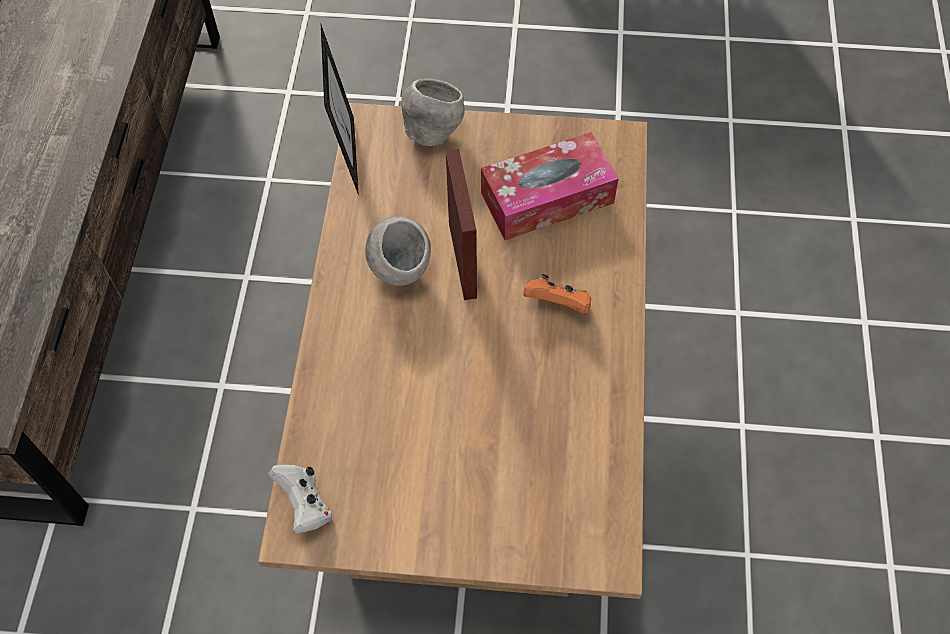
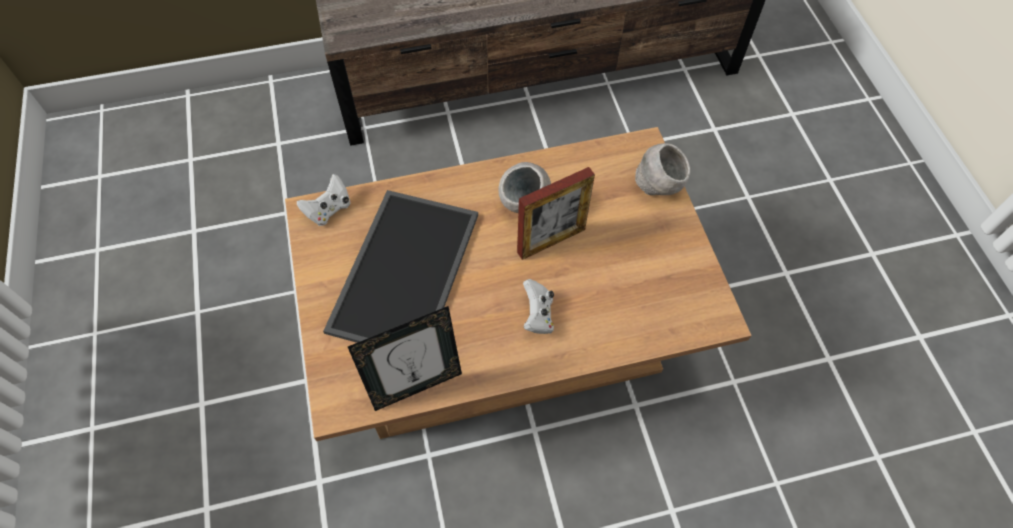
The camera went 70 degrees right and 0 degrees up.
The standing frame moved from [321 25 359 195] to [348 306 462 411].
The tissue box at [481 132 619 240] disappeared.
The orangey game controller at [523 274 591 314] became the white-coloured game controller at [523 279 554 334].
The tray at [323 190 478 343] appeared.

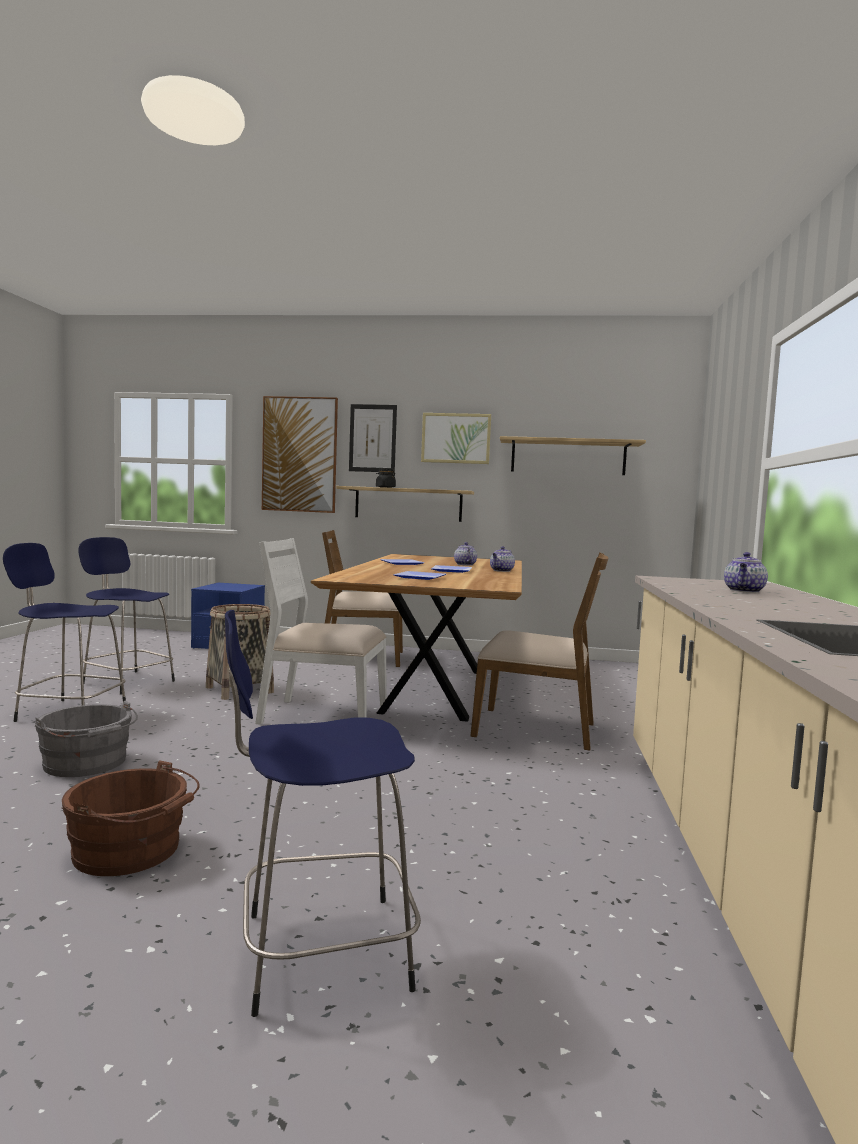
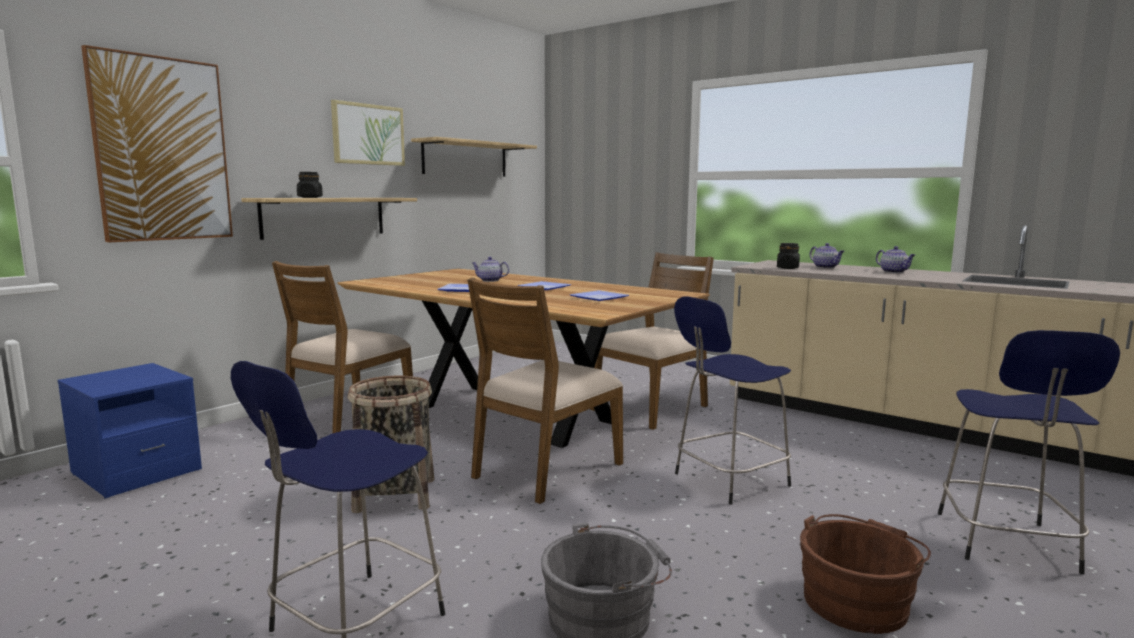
The camera went 60 degrees left and 5 degrees up.
The wall picture at [349 404 397 473] disappeared.
The bluish stool seat moved from [78 537 175 695] to [674 296 791 505].
The white-coloured plain chair at [255 538 387 725] became the brown plain chair at [467 278 623 504].
The teapot moved from [490 546 515 572] to [876 246 915 273].
The black storage jar at [777 243 800 269] appeared.

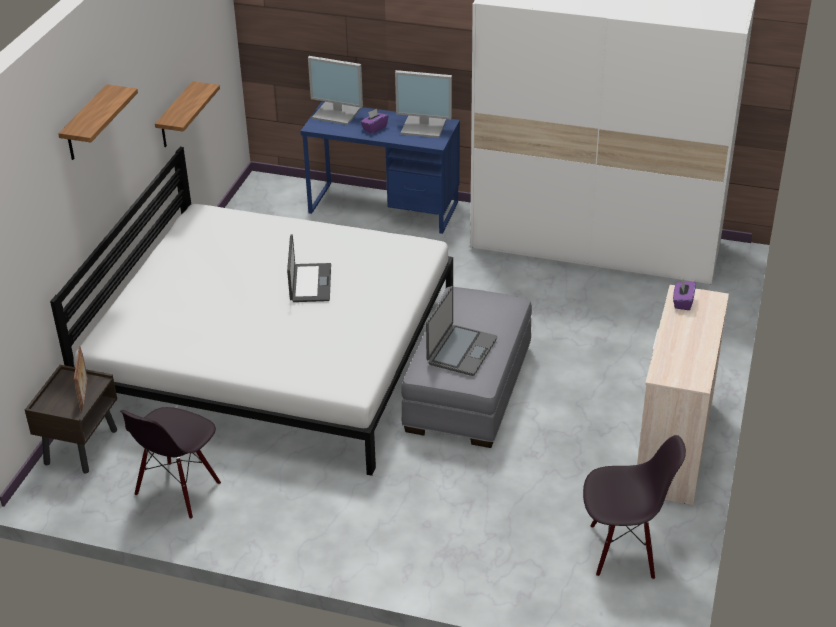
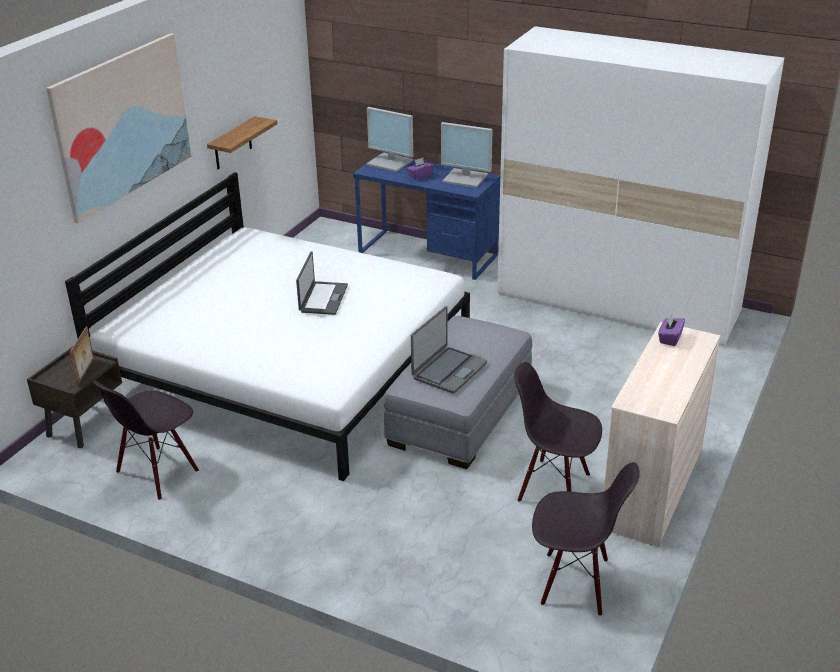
The camera went 10 degrees right and 5 degrees down.
The wall shelf at [58 84 138 160] was replaced by the wall picture at [46 33 191 223].
The black plain chair at [514 362 602 502] appeared.

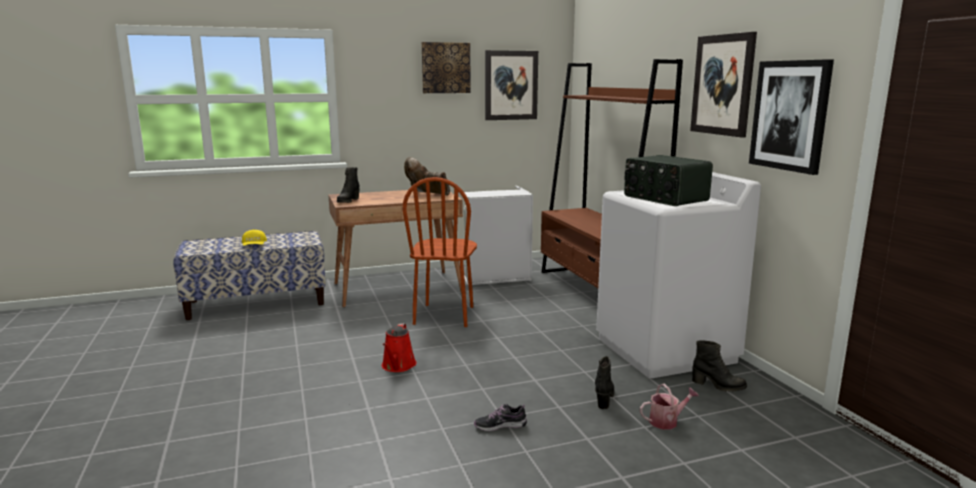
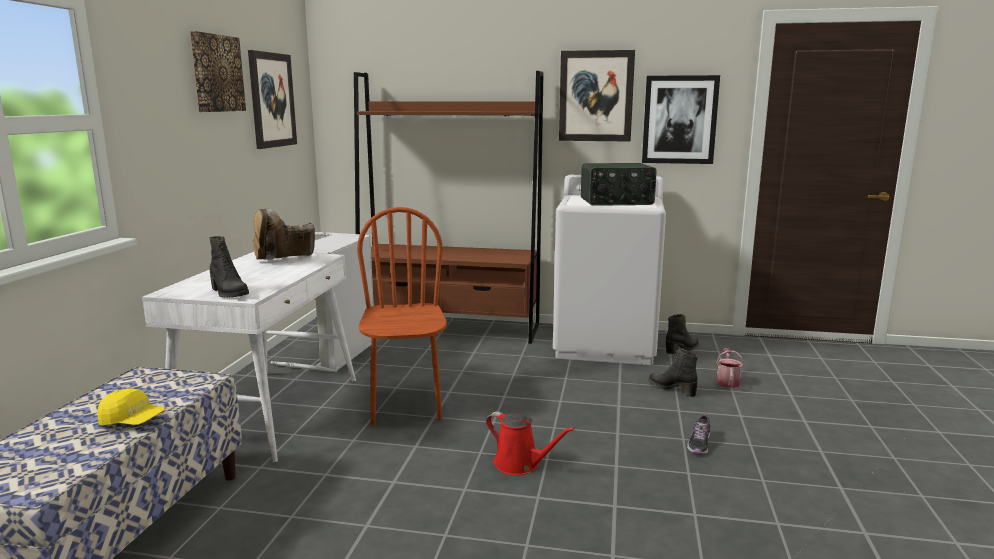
The camera went 60 degrees left and 0 degrees up.
The brown plain chair at [403 177 477 327] turned 135 degrees counterclockwise.
The brown desk table at [328 190 463 308] became the white-coloured desk table at [142 252 356 463].

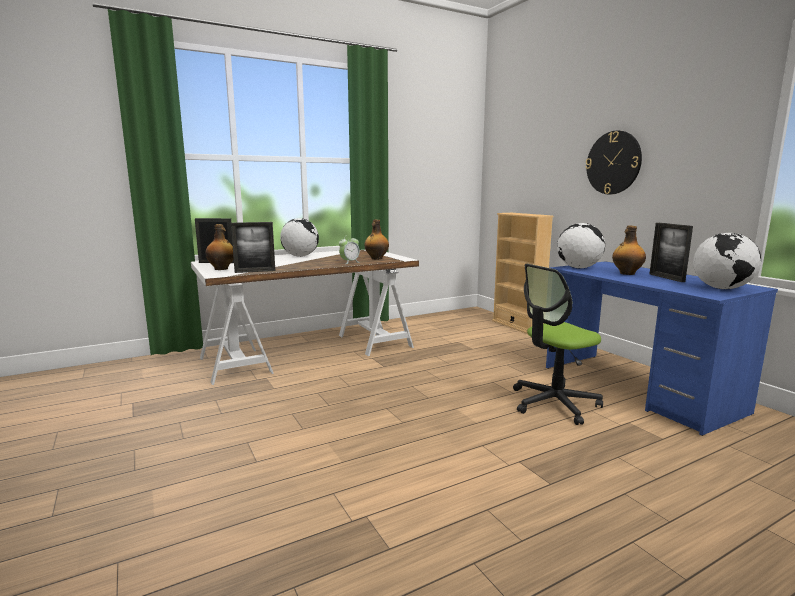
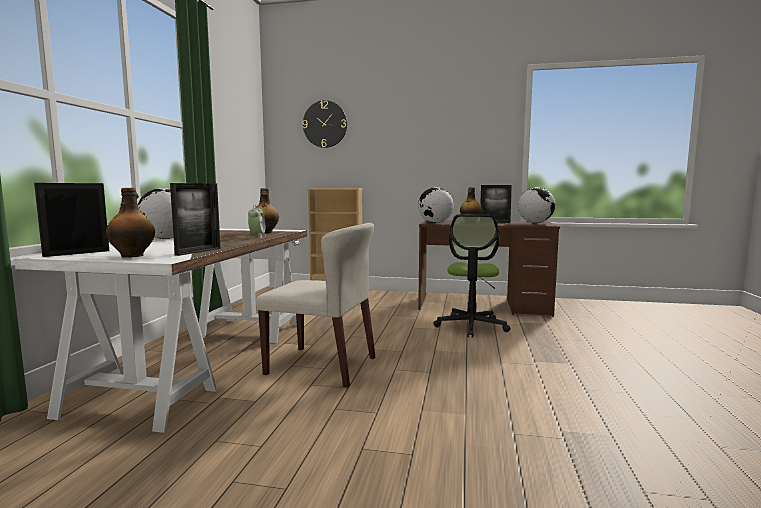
The camera went 50 degrees left and 5 degrees down.
The clock on the wall moved from [585 131 642 194] to [303 100 347 148].
The bluish desk table at [546 261 778 436] became the brown desk table at [418 220 560 317].
The sand-coloured plain chair at [256 223 375 388] appeared.

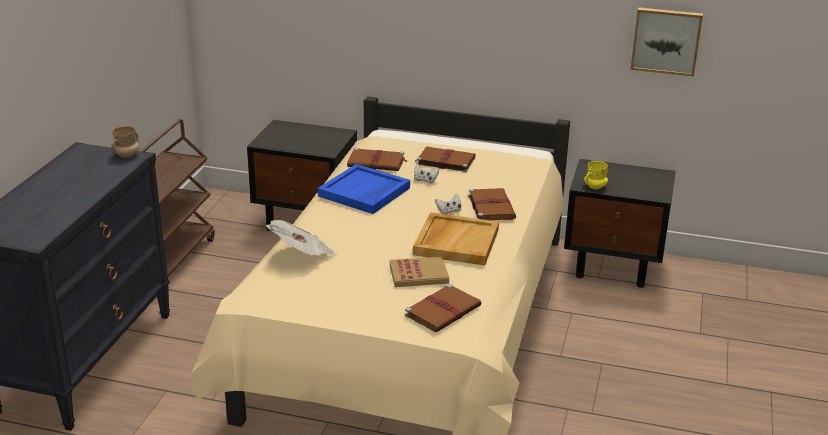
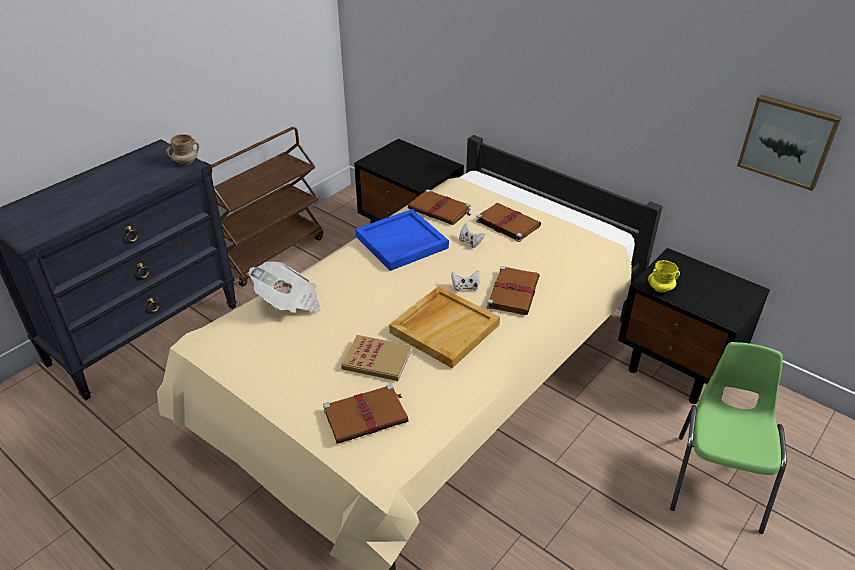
The camera went 25 degrees right and 10 degrees up.
The greenish plain chair at [670 342 787 534] appeared.

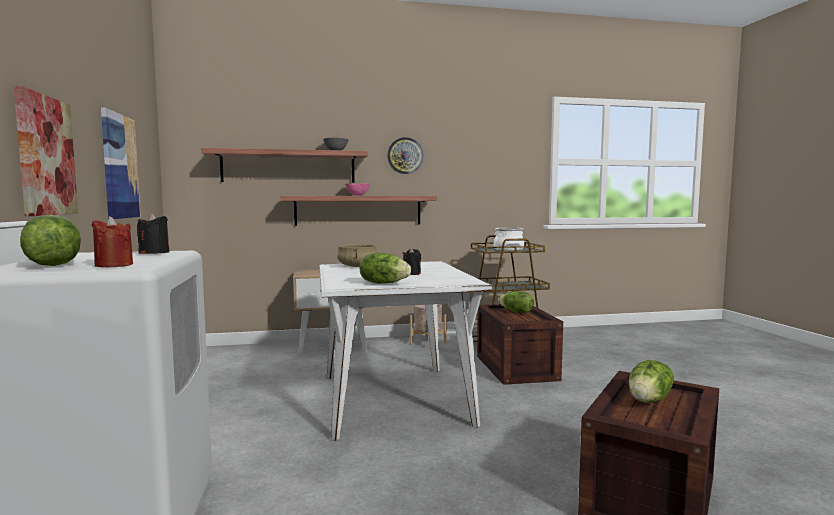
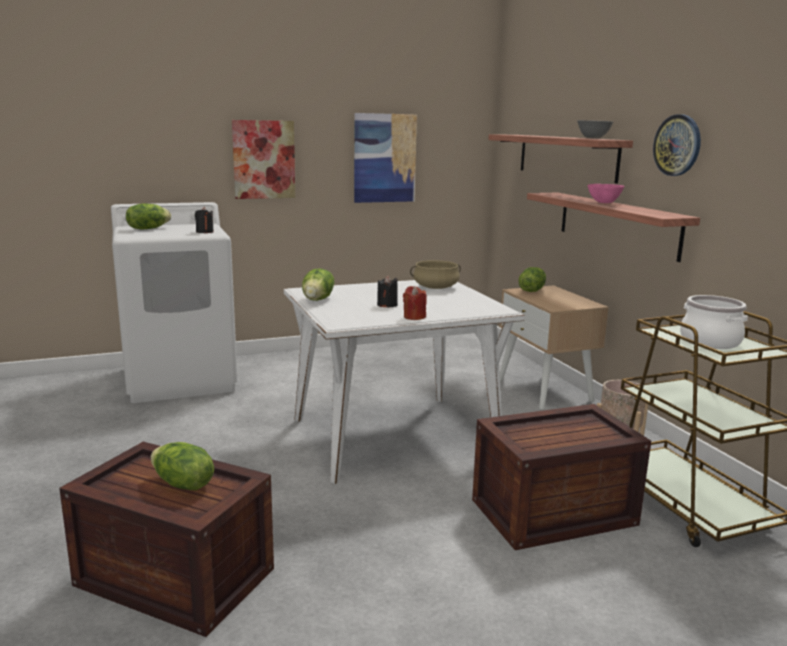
The camera went 80 degrees right and 10 degrees up.
The red wax candle moved from [92 216 133 267] to [403 286 427 320].
The lettuce moved from [499 291 534 313] to [518 267 546 292].

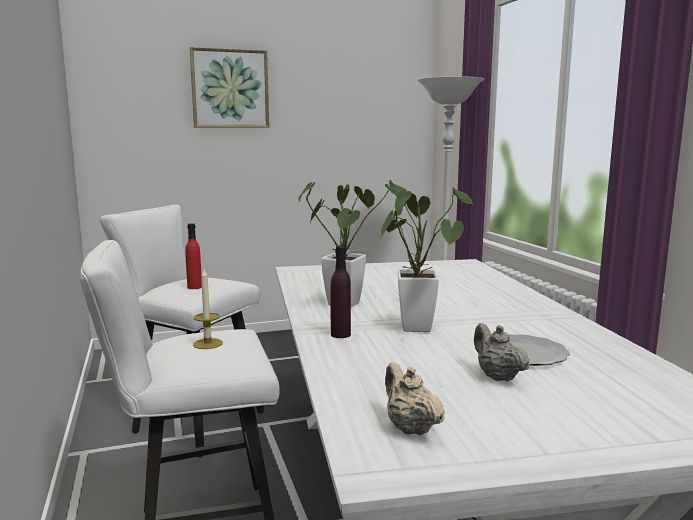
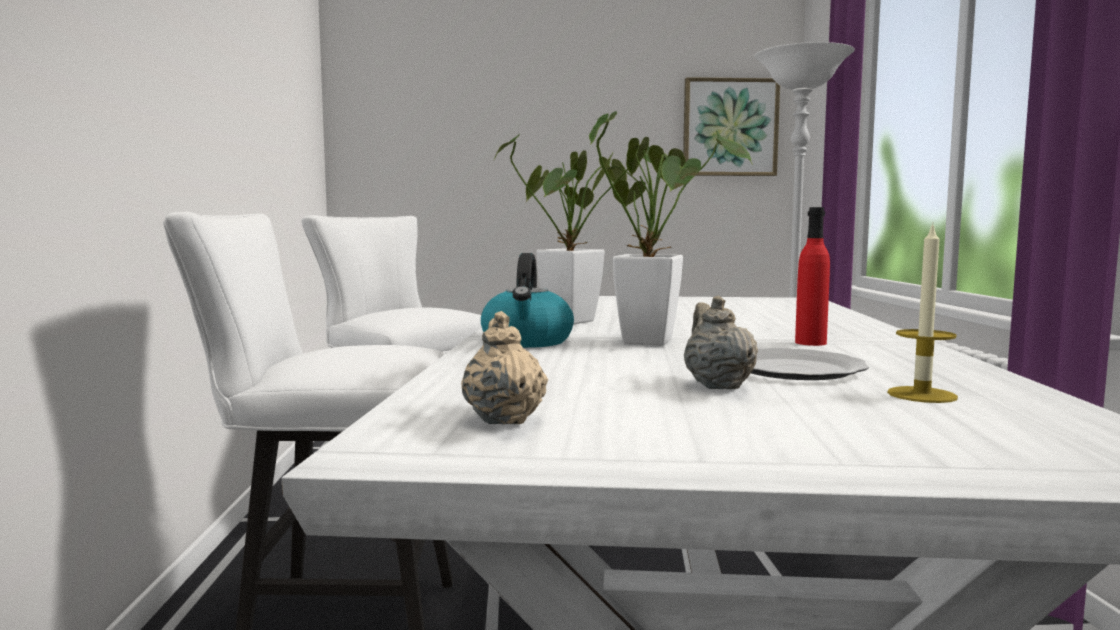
The camera went 15 degrees right and 5 degrees down.
The wall picture moved from [190 47 269 128] to [683 77 780 176].
The red bottle moved from [185 223 202 289] to [795 207 830 346].
The purplish bottle at [330 246 351 338] was replaced by the tea kettle at [481 253 574 348].
The wax candle moved from [193 269 223 349] to [887 223 958 403].

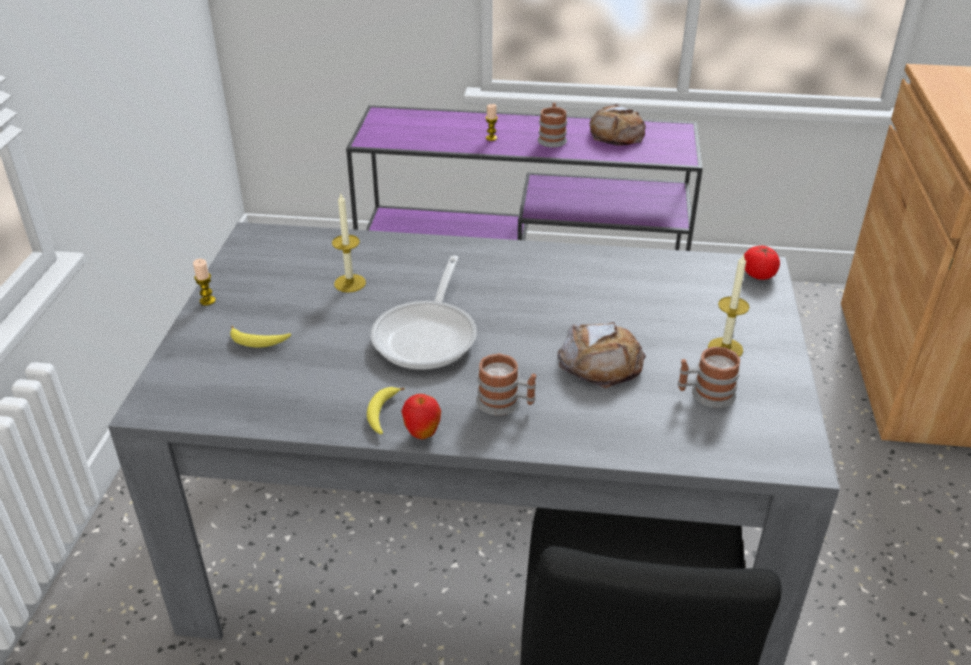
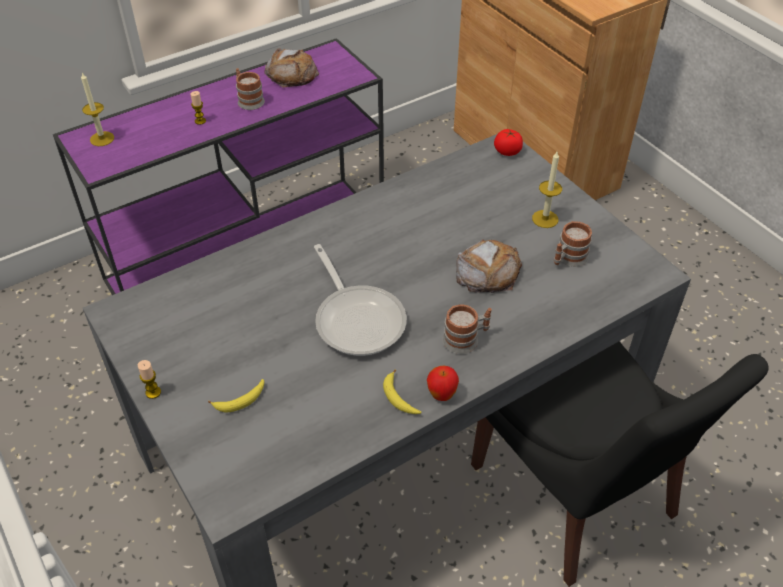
The camera went 40 degrees left and 10 degrees up.
The wax candle moved from [332 192 366 293] to [81 73 114 146].

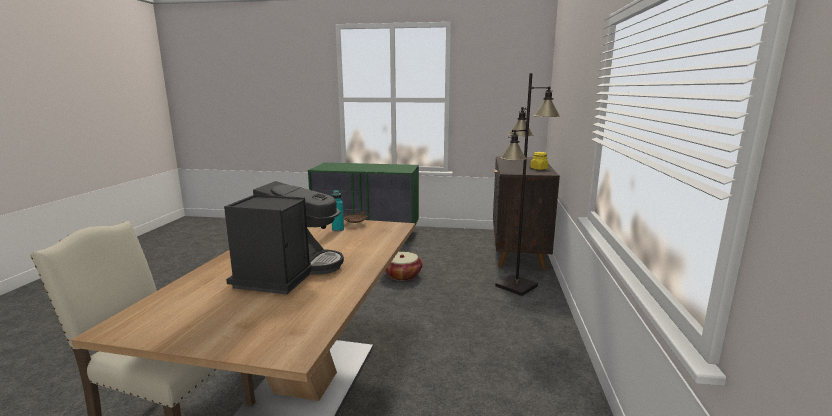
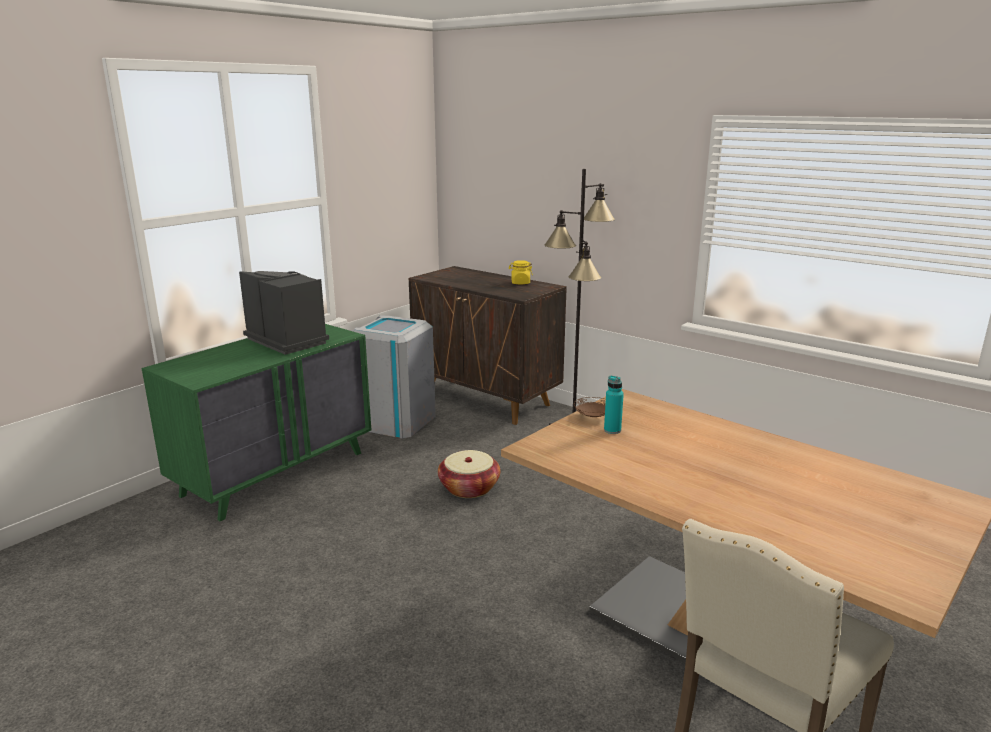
The camera went 60 degrees left and 5 degrees up.
The coffee brewer moved from [224 181 344 295] to [239 271 329 355].
The gray trash can at [352 315 436 439] appeared.

